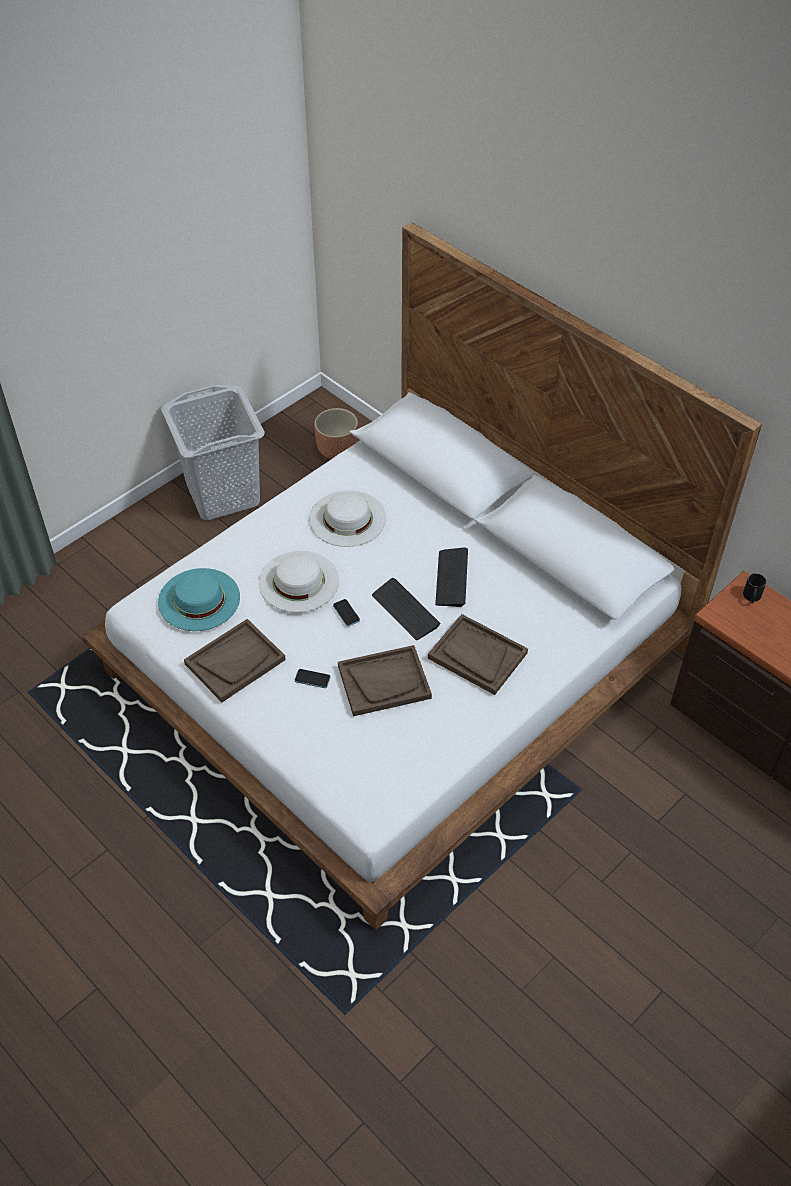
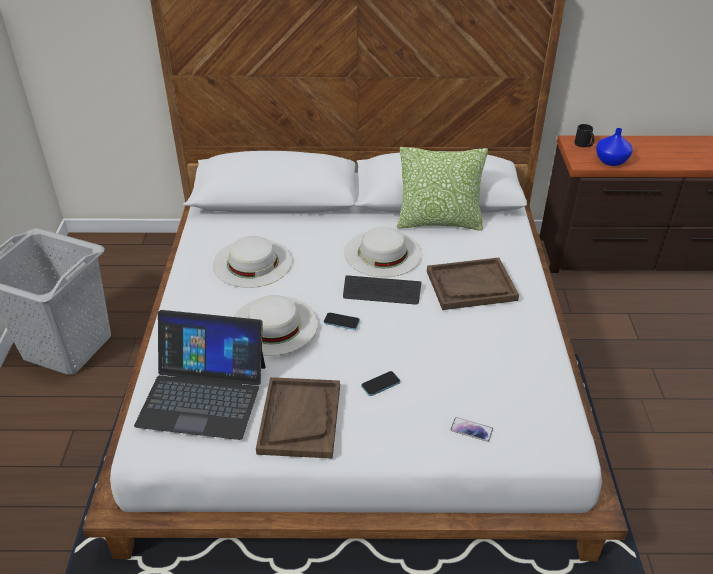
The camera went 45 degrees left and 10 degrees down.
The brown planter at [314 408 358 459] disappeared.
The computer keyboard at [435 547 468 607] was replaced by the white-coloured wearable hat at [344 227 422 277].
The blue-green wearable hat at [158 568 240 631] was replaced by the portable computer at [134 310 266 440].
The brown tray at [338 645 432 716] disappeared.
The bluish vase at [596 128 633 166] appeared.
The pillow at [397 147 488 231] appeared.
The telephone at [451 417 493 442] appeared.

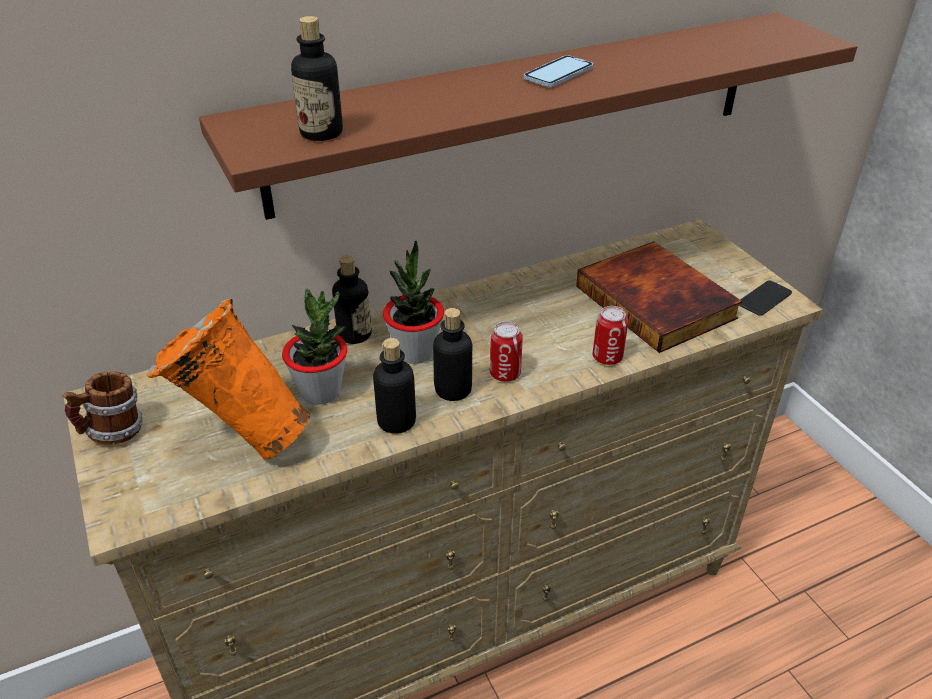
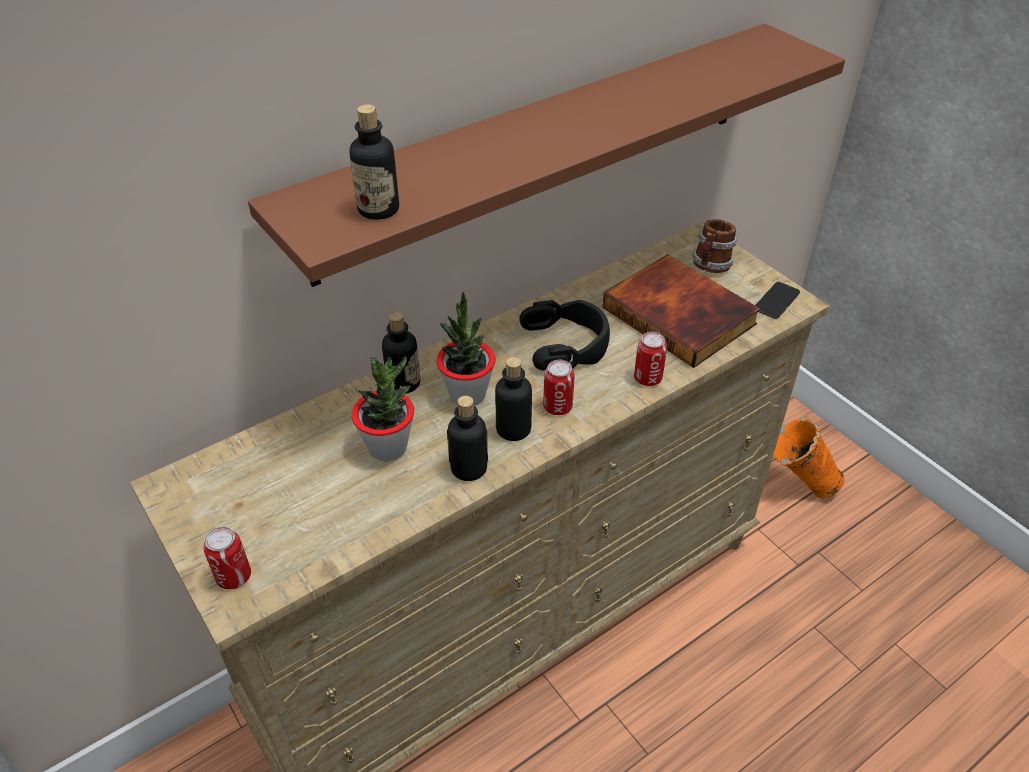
The camera went 10 degrees left and 5 degrees up.
The telephone at [524 55 593 87] disappeared.
The orangey vase moved from [147 298 310 460] to [773 416 845 498].
The mug moved from [62 371 142 444] to [692 219 737 273].
The black pair of headphones at [519 300 610 371] appeared.
The can at [203 527 251 590] appeared.

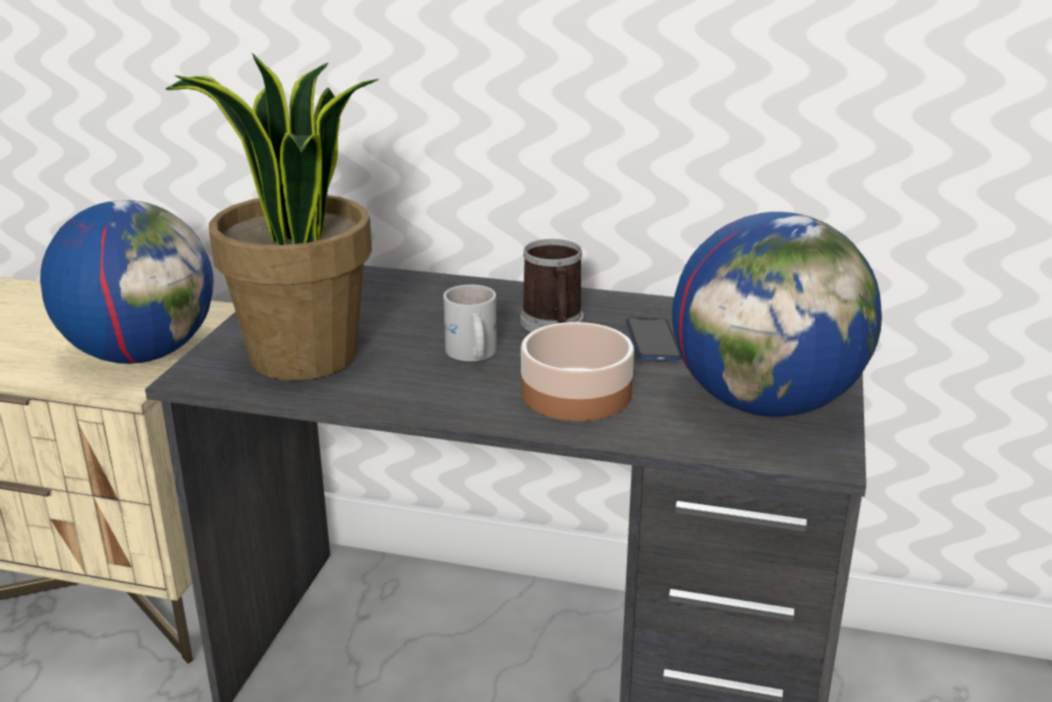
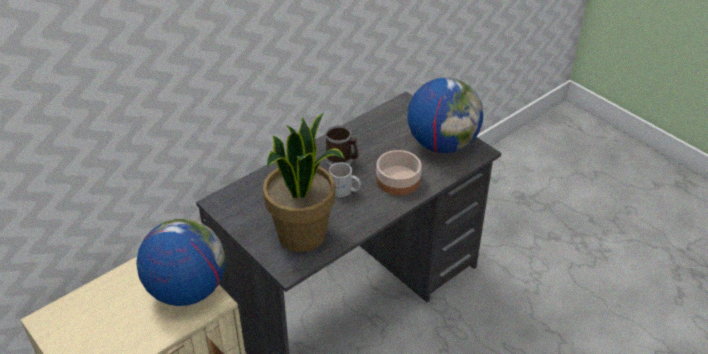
The camera went 55 degrees left and 15 degrees up.
The telephone at [626 317 682 361] disappeared.

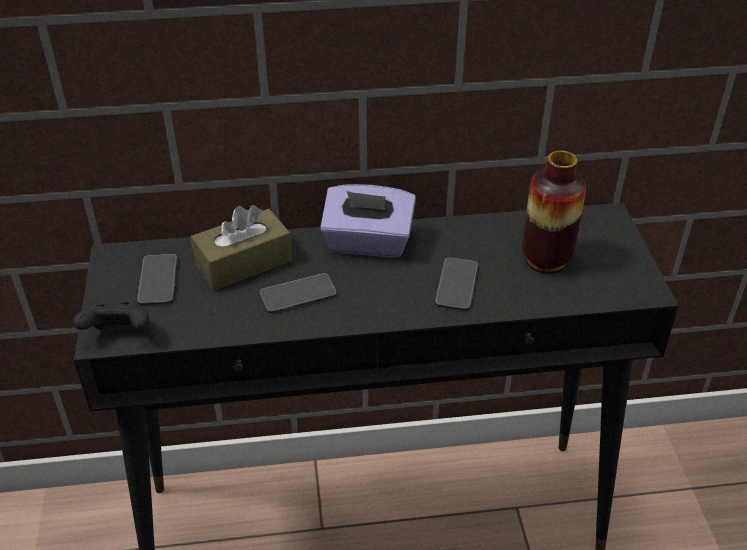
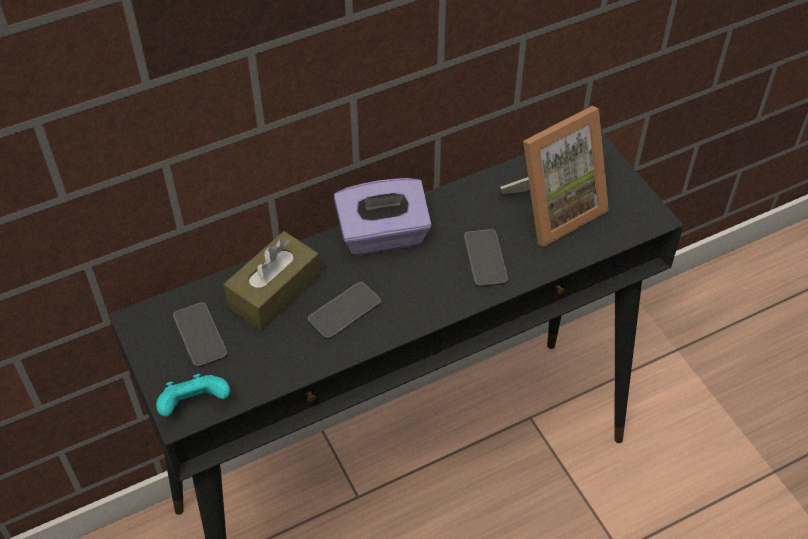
The camera went 20 degrees left and 10 degrees up.
The vase at [522 151 586 274] was replaced by the standing frame at [500 106 609 247].
The black game controller at [73 302 149 330] became the blue-green game controller at [156 374 230 417].

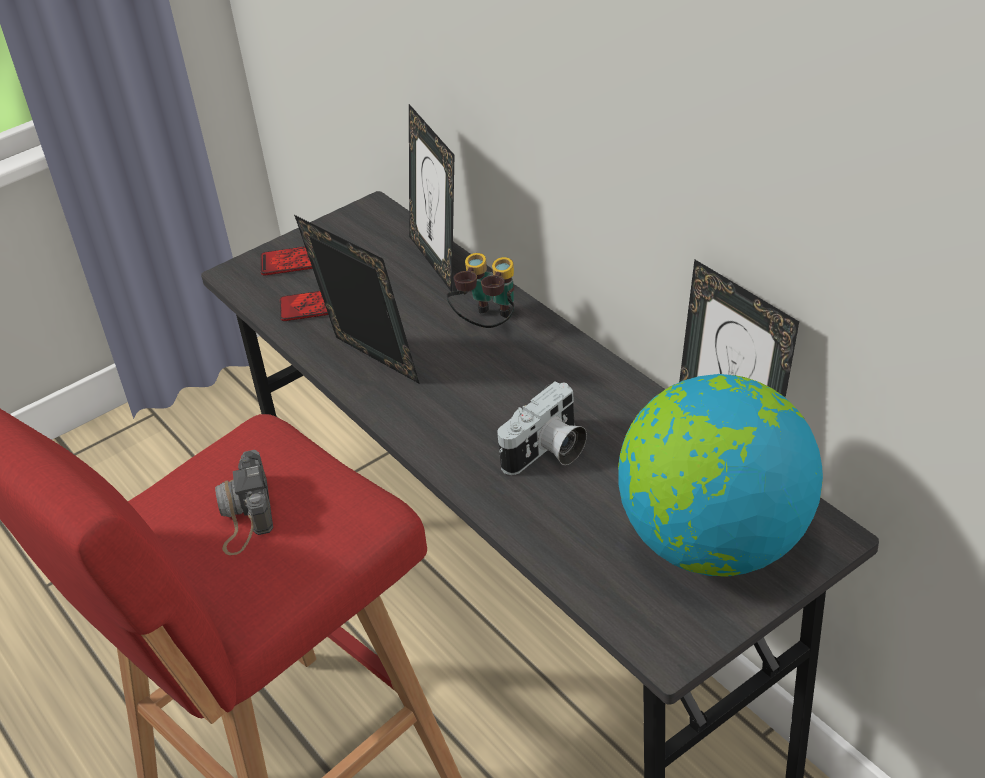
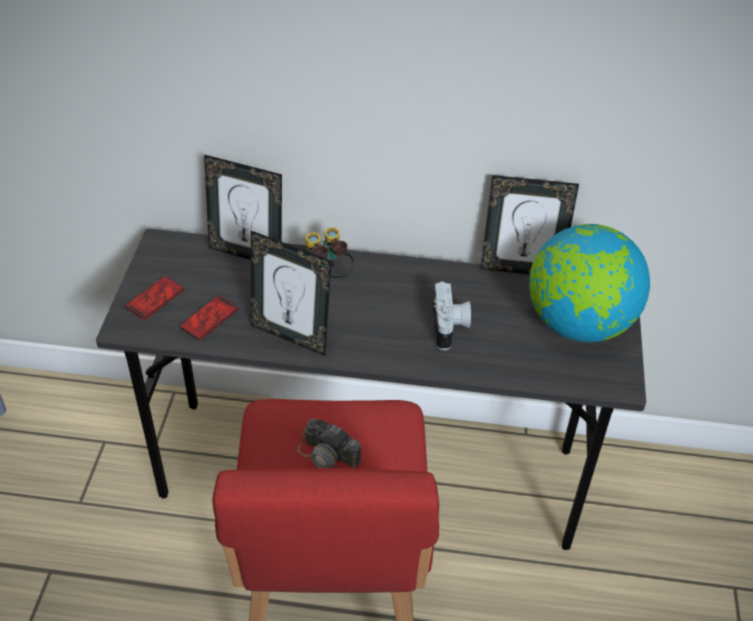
The camera went 50 degrees left and 5 degrees up.
The standing frame at [294 215 419 383] turned 150 degrees counterclockwise.

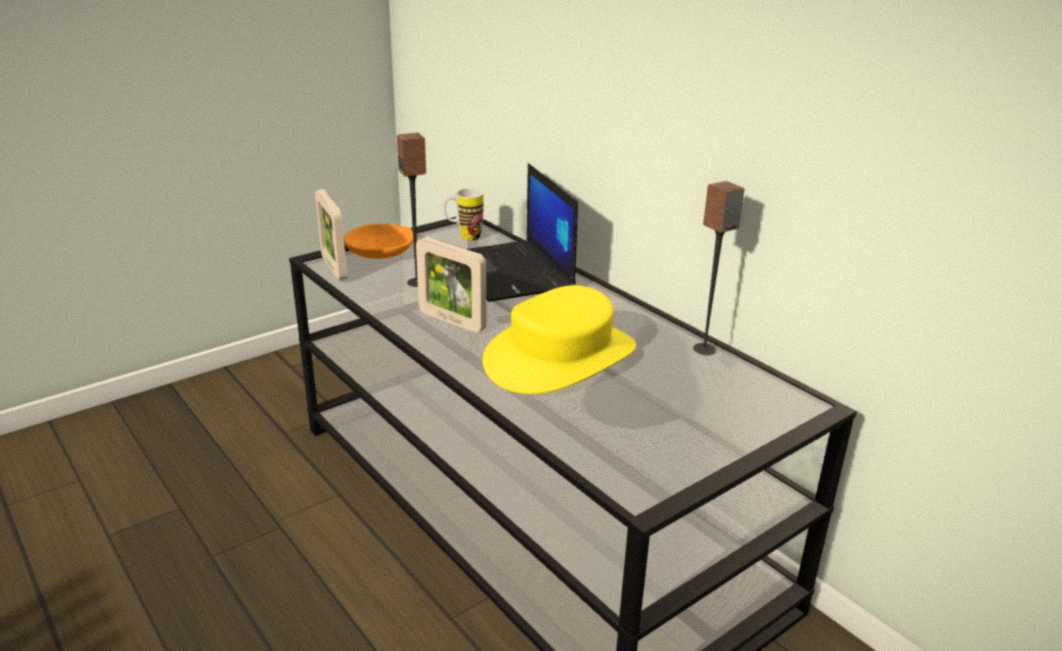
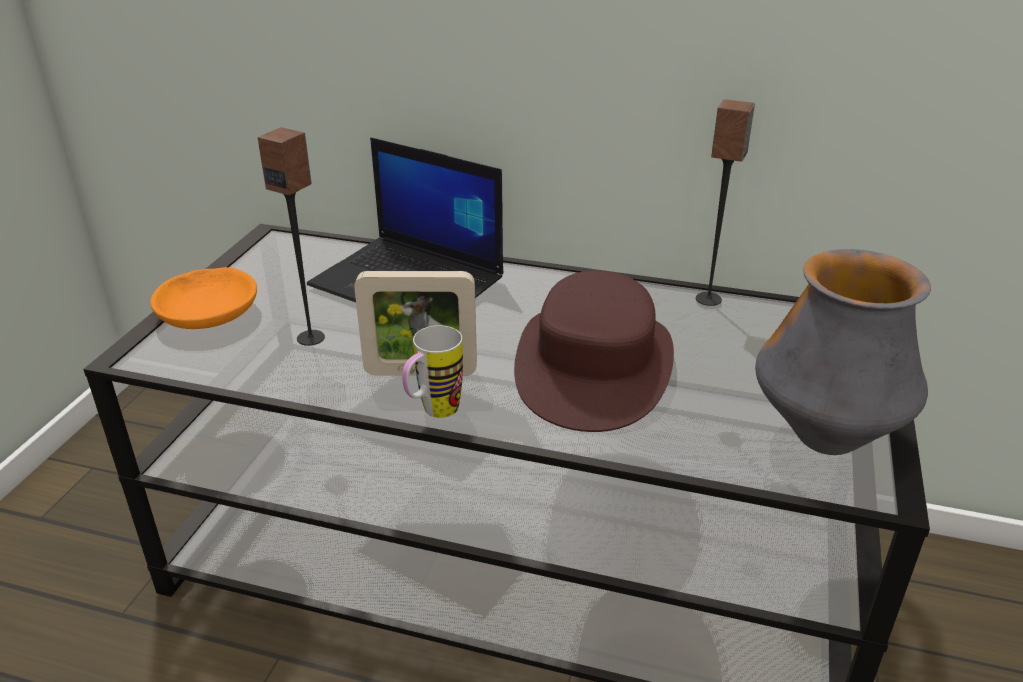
The camera went 35 degrees left and 5 degrees up.
The mug moved from [443 188 484 240] to [402 325 463 418].
The standing frame at [315 189 347 280] disappeared.
The yellowish wearable hat at [482 285 636 394] became the brown wearable hat at [514 270 674 432].
The vase at [755 249 931 455] appeared.

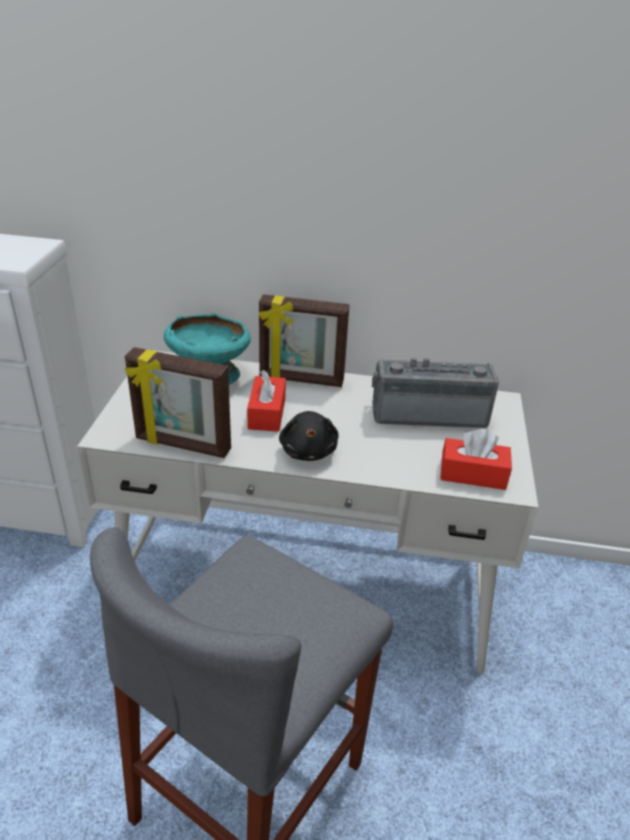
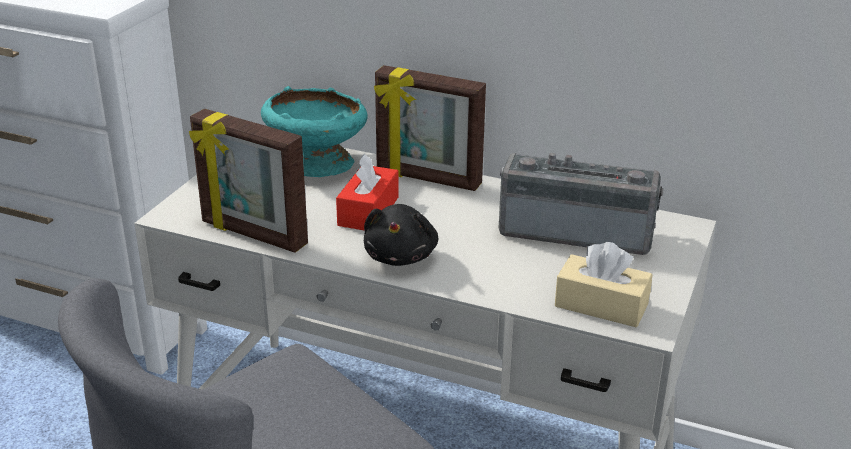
The camera went 15 degrees right and 5 degrees down.
The red tissue box at [440 429 512 490] became the sand-coloured tissue box at [555 242 653 327].

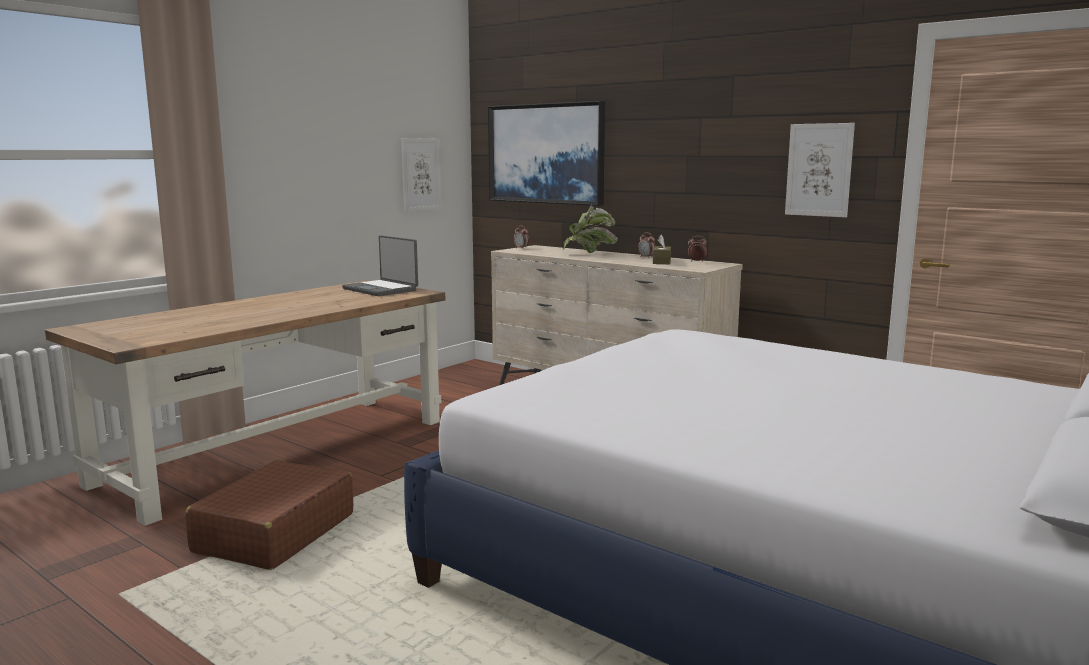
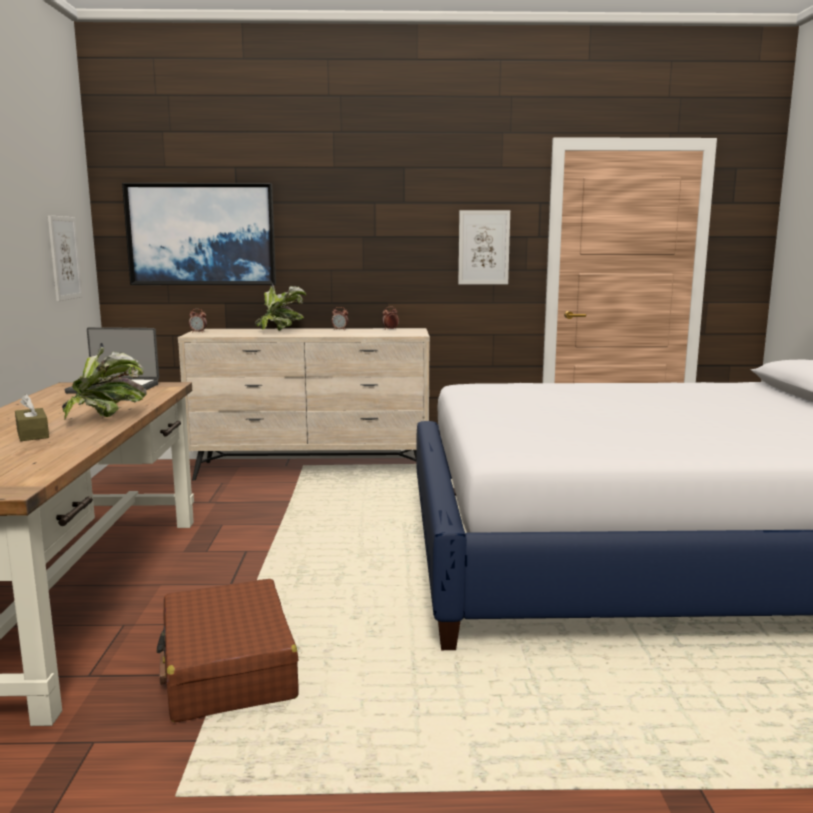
The camera went 40 degrees left and 0 degrees up.
The brown tissue box moved from [653 235 671 264] to [15 394 49 441].
The plant in a pot at [62 343 147 420] appeared.

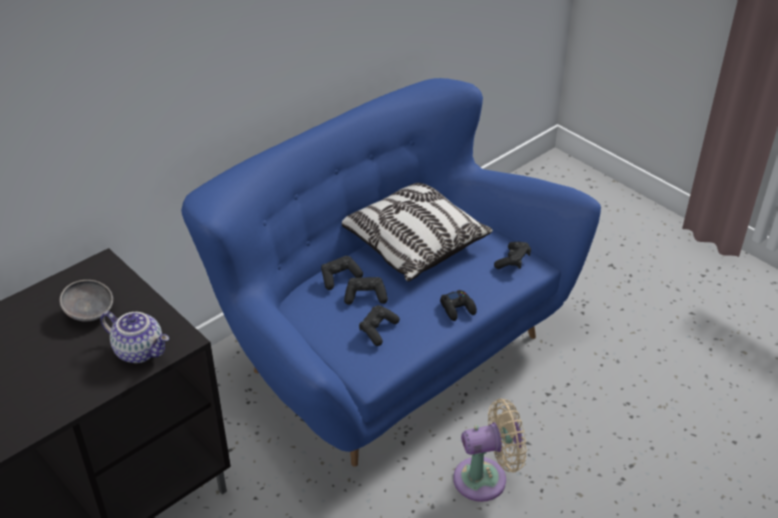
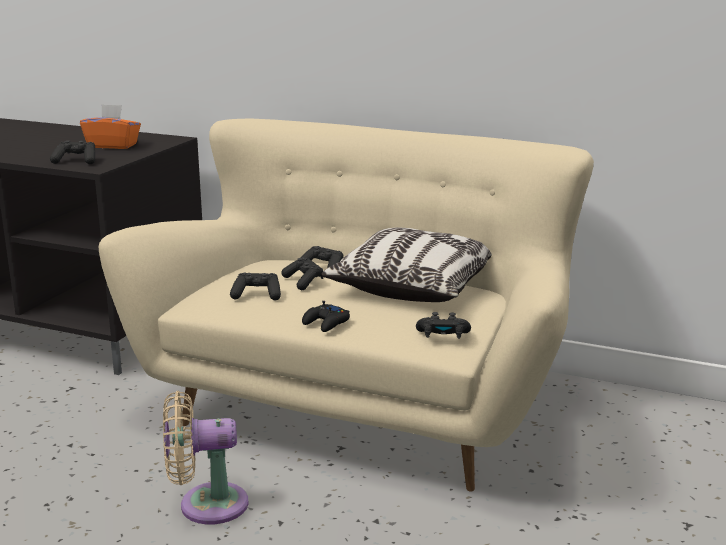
The camera went 65 degrees right and 20 degrees down.
The bluish couch at [181 78 601 467] became the sand-coloured couch at [99 118 594 492].
The gray serving bowl at [60 280 113 322] was replaced by the orangey tissue box at [80 104 141 149].
The teapot at [100 311 169 363] was replaced by the black game controller at [50 140 95 165].
The sand-coloured electric fan at [453 399 527 502] turned 120 degrees clockwise.

